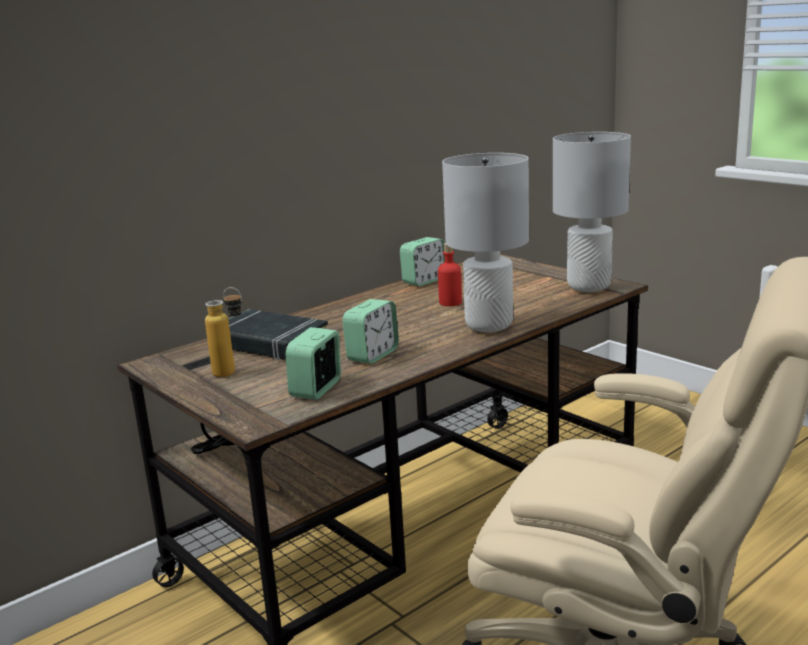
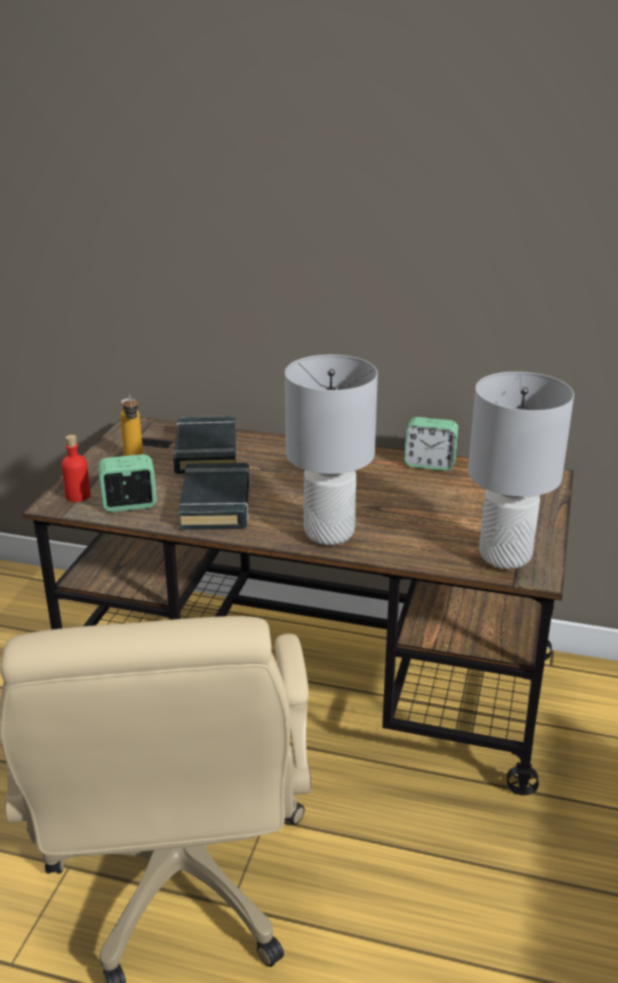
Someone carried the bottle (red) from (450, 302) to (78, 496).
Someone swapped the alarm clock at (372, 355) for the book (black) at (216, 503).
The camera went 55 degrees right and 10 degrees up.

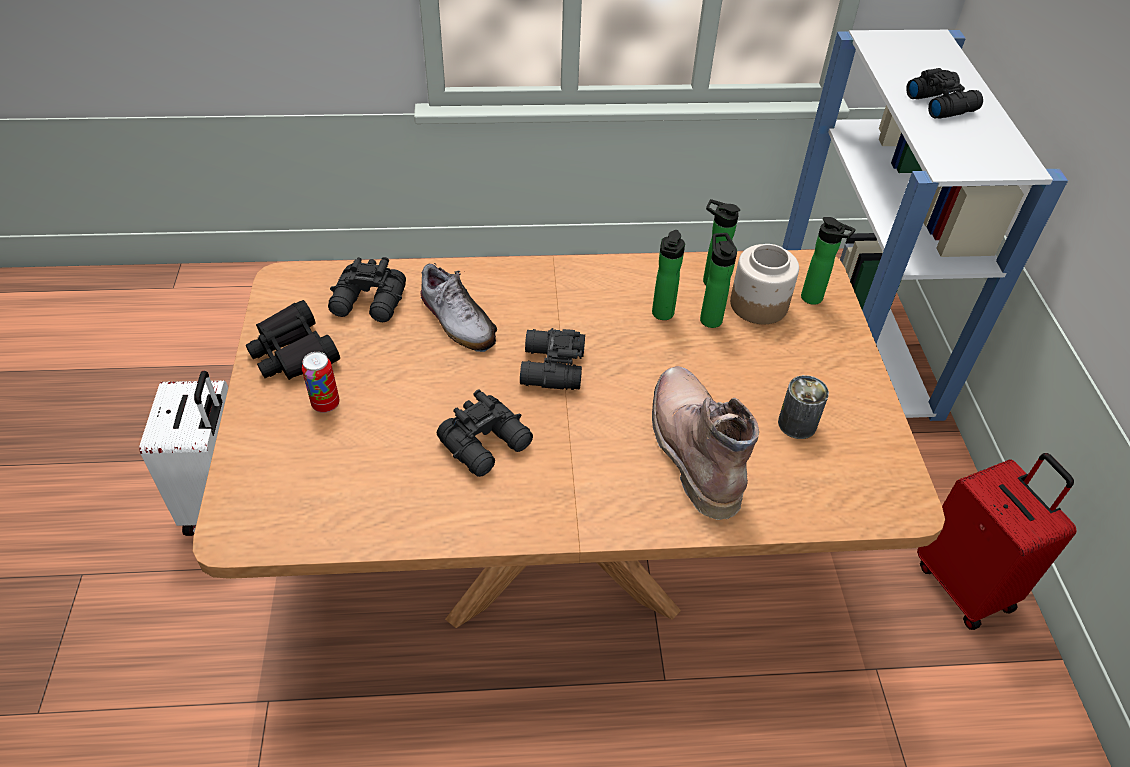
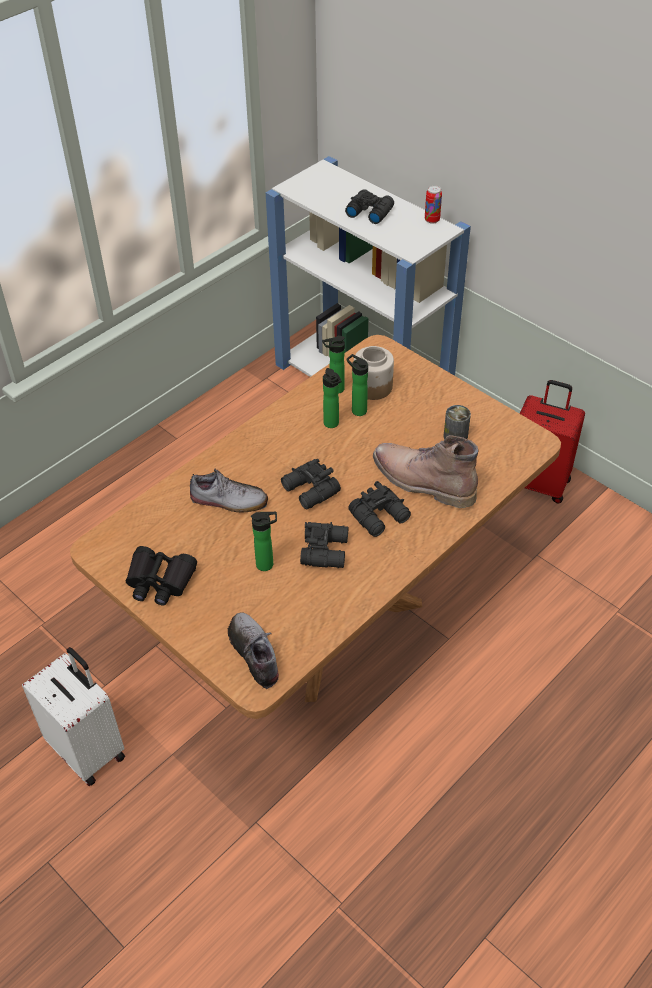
Someone put down the shoe at (254, 653).
Someone carried the can from (326, 404) to (432, 220).
Someone carried the binoculars (black) from (370, 303) to (381, 517).
Someone carried the bottle from (815, 299) to (267, 564).
The camera went 40 degrees left and 0 degrees up.

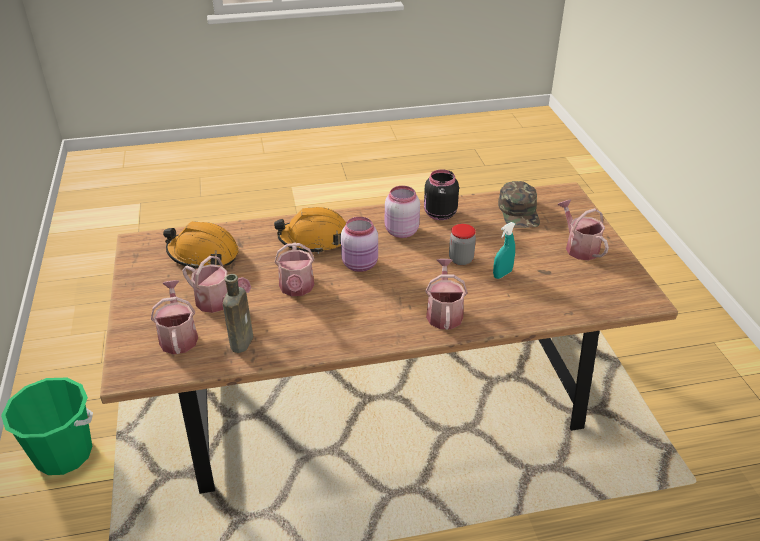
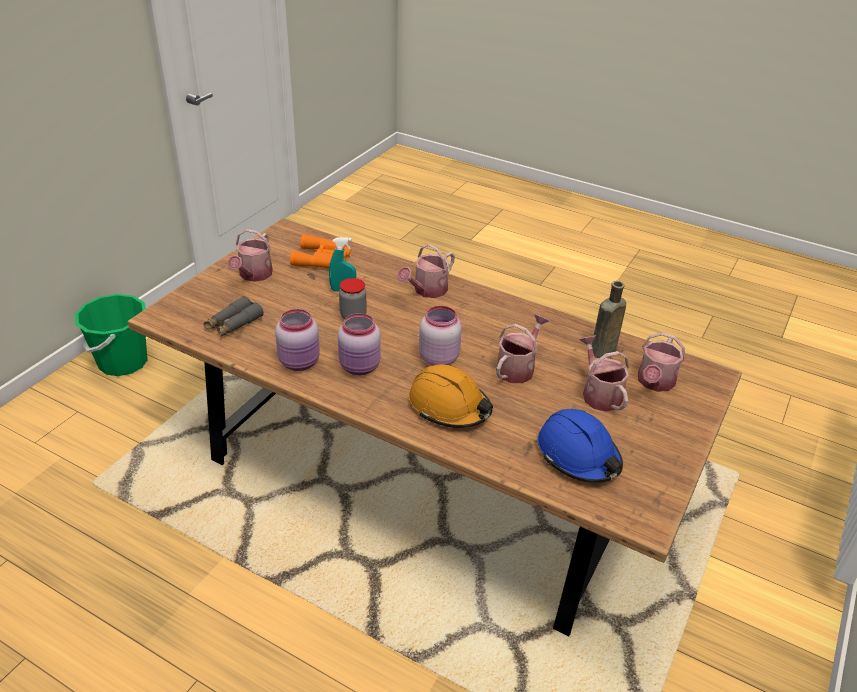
Someone put down the binoculars (orange) at (323, 259).
Someone carried the bucket (green) from (64, 453) to (123, 362).
Someone swapped the cap (green) at (519, 212) for the binoculars (grey) at (233, 323).
Someone repainted the hard hat (orange) at (203, 255), which became the hard hat (blue) at (578, 455).
Someone repainted the jar (black) at (439, 214), which became the jar (pink) at (300, 362).
The camera went 140 degrees left and 0 degrees up.

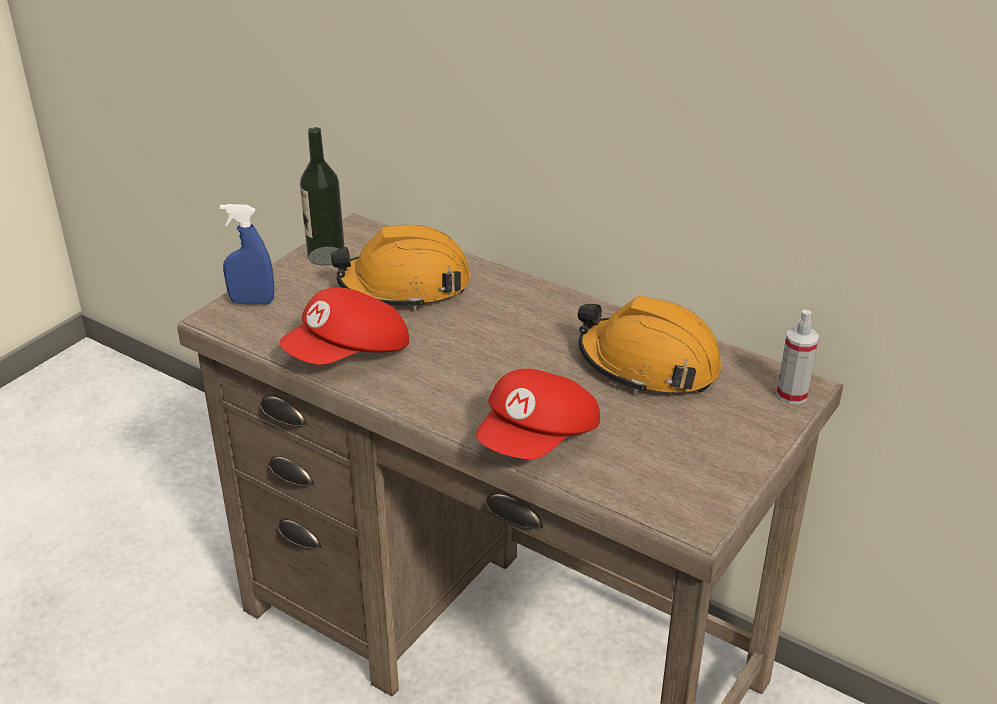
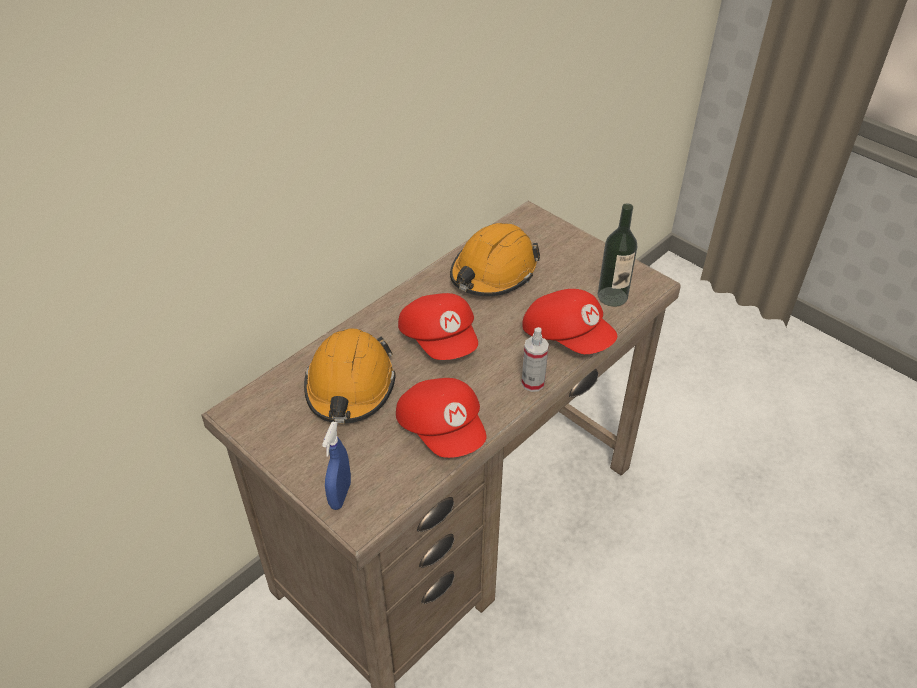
Someone put down the cap (red) at (440, 340).
Someone carried the bottle from (326, 256) to (612, 296).
Someone carried the spray bottle from (792, 395) to (533, 383).
The camera went 80 degrees left and 10 degrees up.

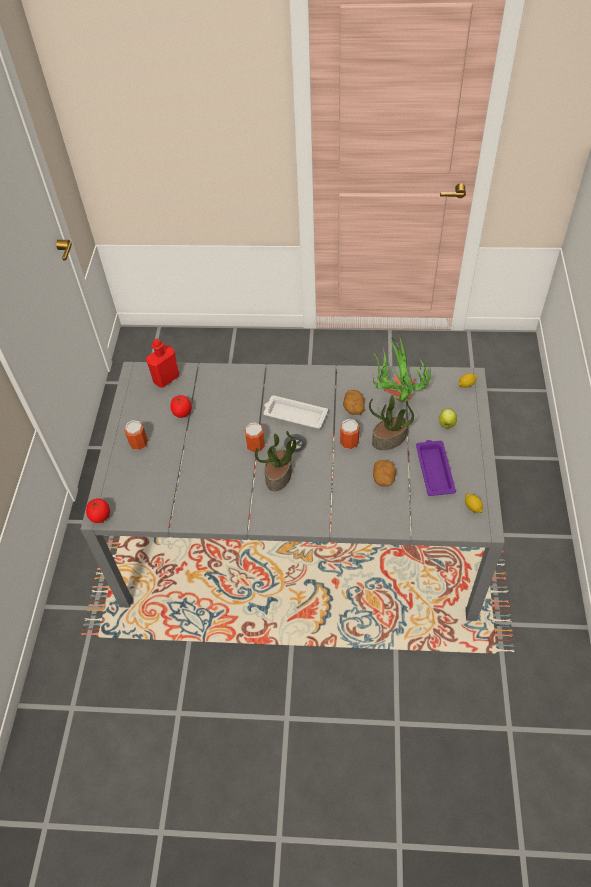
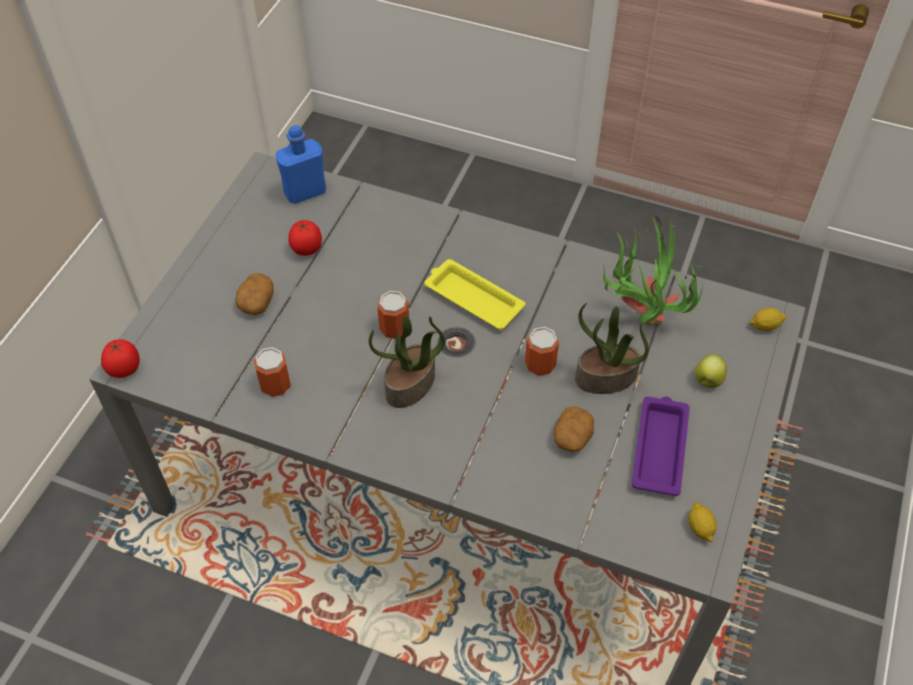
Someone carried the can from (139, 443) to (275, 385).
Someone carried the potato from (353, 407) to (256, 302).
Someone repainted the bottle (red) at (166, 378), which became the bottle (blue) at (305, 192).
Someone repainted the tray (white) at (294, 415), which became the tray (yellow) at (472, 298).
The camera went 15 degrees right and 0 degrees up.

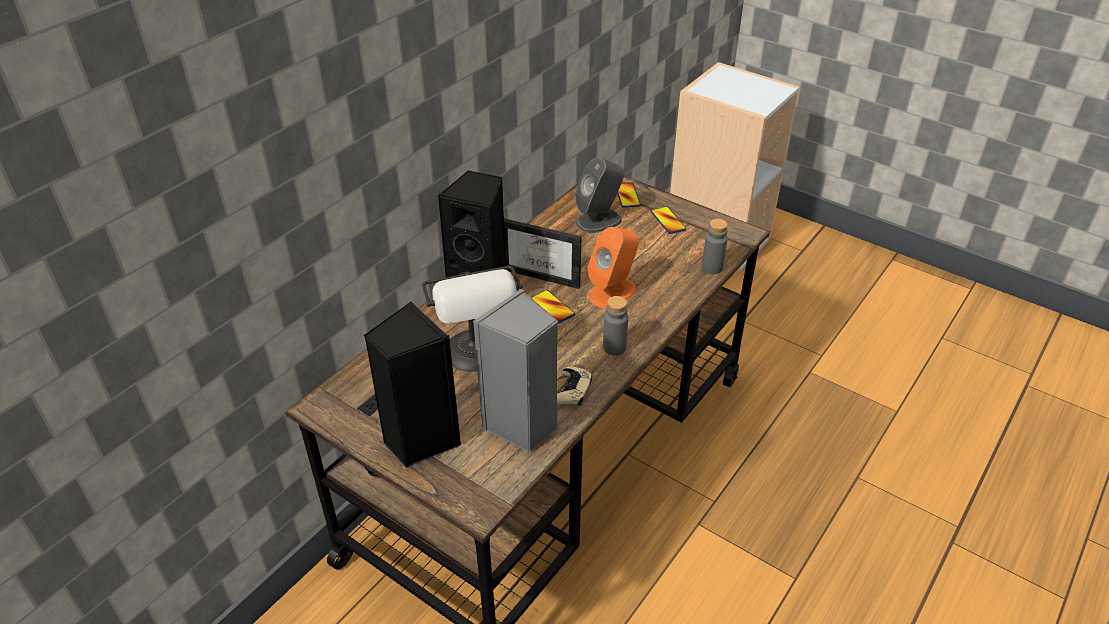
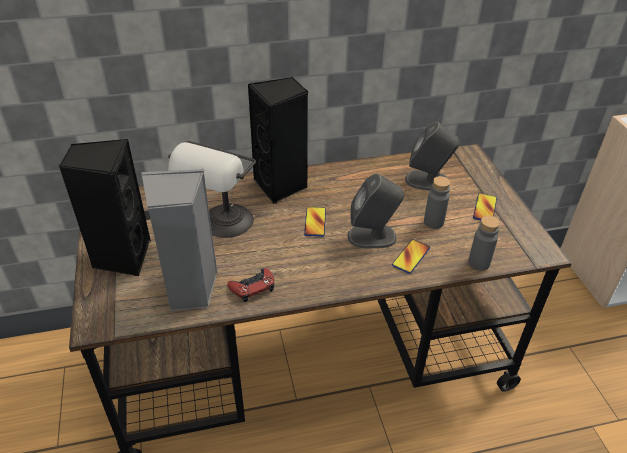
Someone took away the picture frame at (545, 273).
Someone carried the bottle (grey) from (614, 347) to (433, 222).
Someone carried the phone from (627, 196) to (411, 257).
Someone repainted the game controller (beige) at (571, 390), which became the game controller (red) at (252, 287).
Someone repainted the speaker (orange) at (613, 292), which became the speaker (grey) at (372, 236).
The camera went 40 degrees right and 0 degrees up.

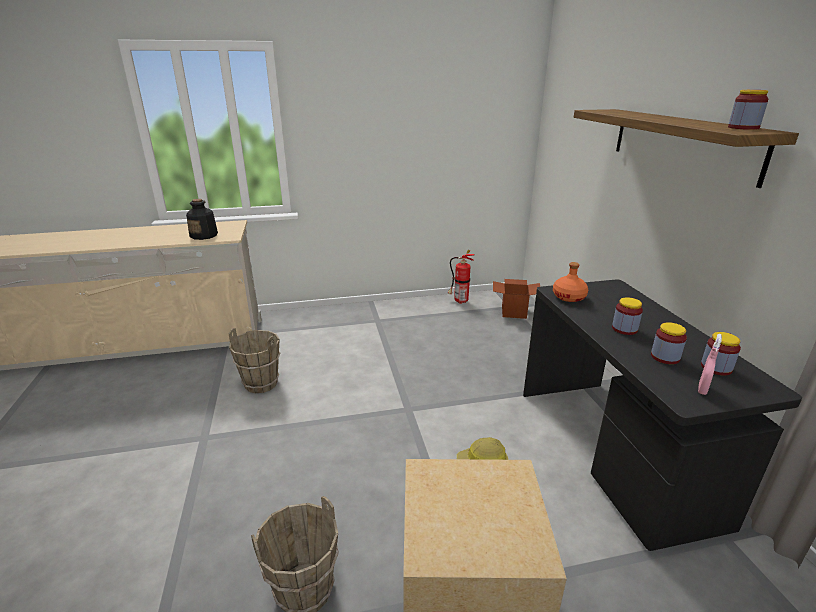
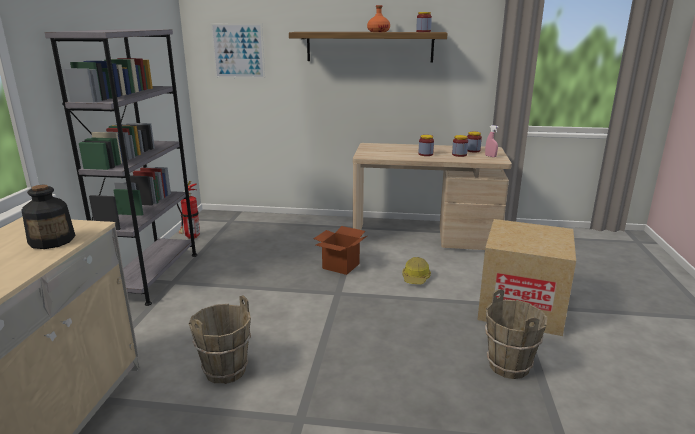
Someone put down the bookcase (grey) at (153, 276).
Someone put up the picture at (238, 51).
Someone carried the cardboard box from (514, 312) to (341, 266).
Someone carried the bottle (orange) from (569, 297) to (378, 32).
Someone repainted the desk (black) at (614, 451), which became the desk (beige) at (425, 238).
The camera went 70 degrees left and 5 degrees down.

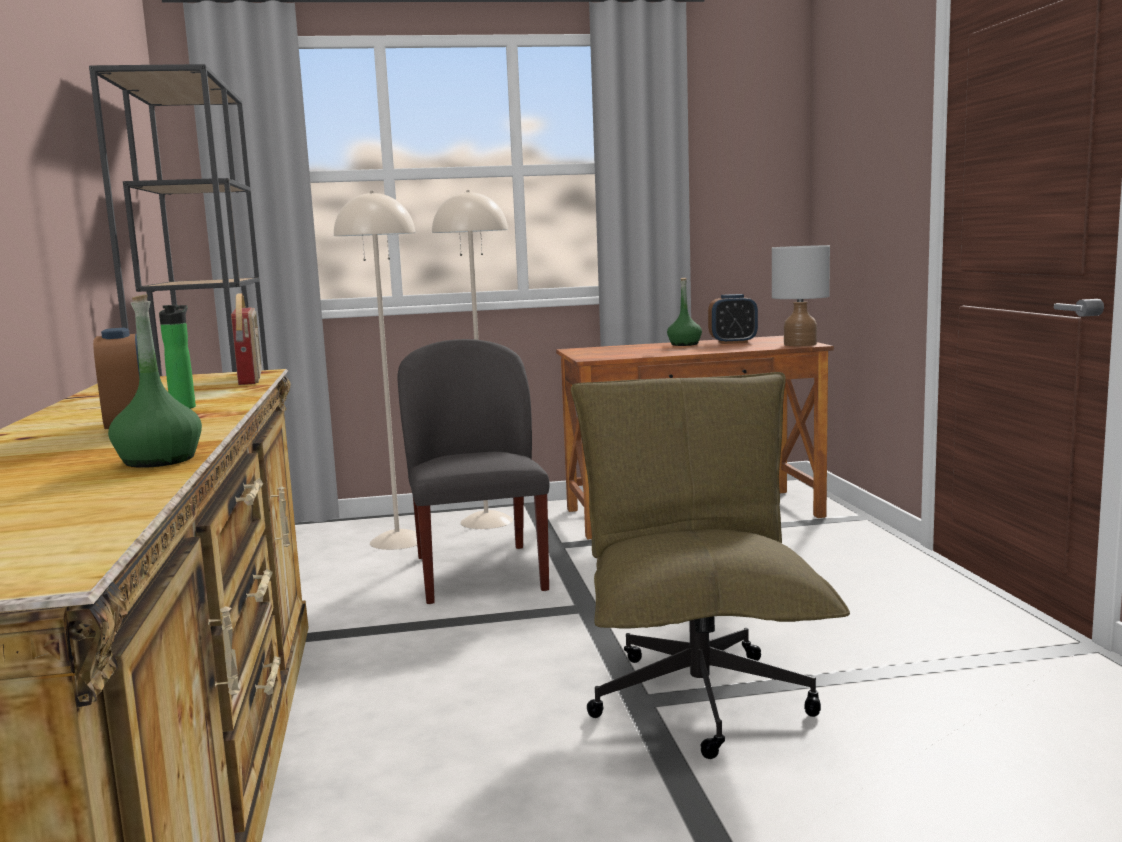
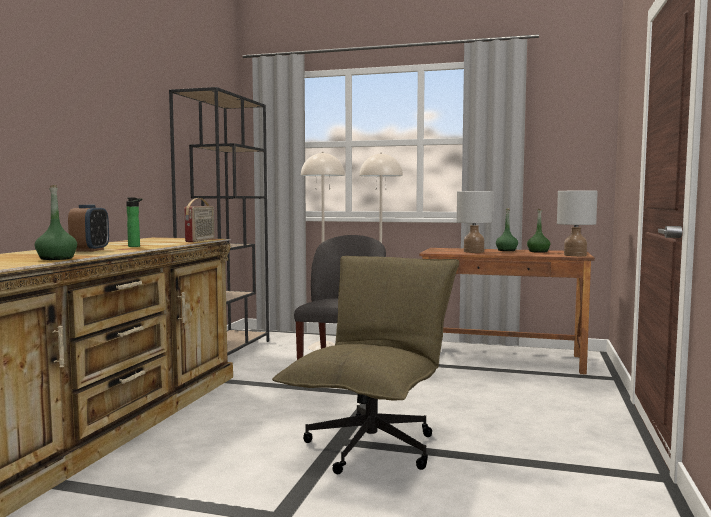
Someone put down the table lamp (grey) at (473, 252).
Someone swapped the alarm clock at (733, 342) for the bottle (green) at (538, 251).
The camera went 25 degrees right and 5 degrees down.

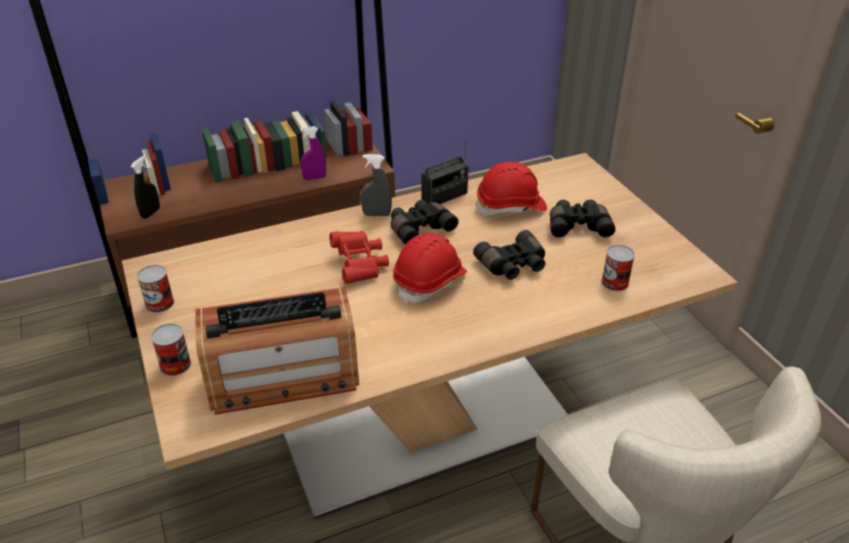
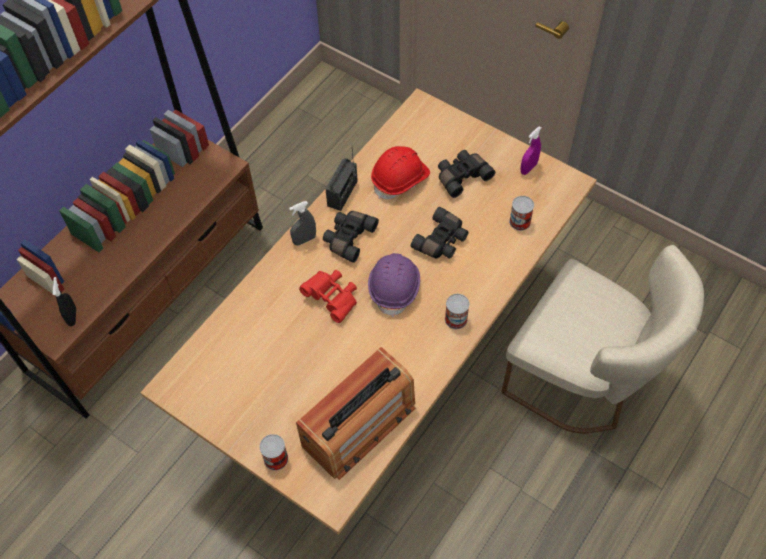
Someone carried the can from (159, 303) to (456, 319).
Someone carried the spray bottle (purple) from (314, 178) to (528, 168).
Someone repainted the hard hat (red) at (430, 281), which became the hard hat (purple) at (395, 287).
The camera went 30 degrees left and 20 degrees up.

